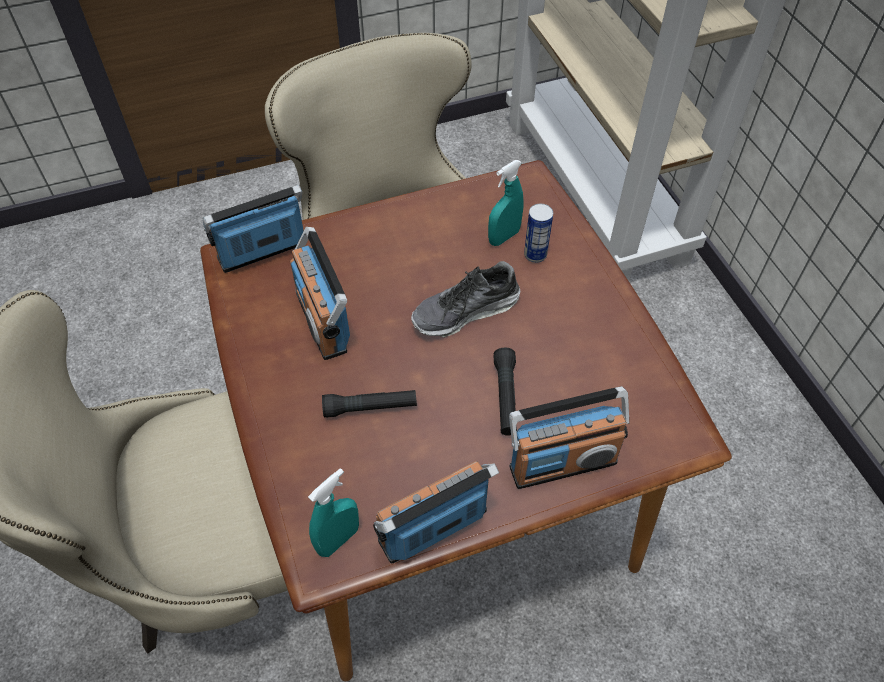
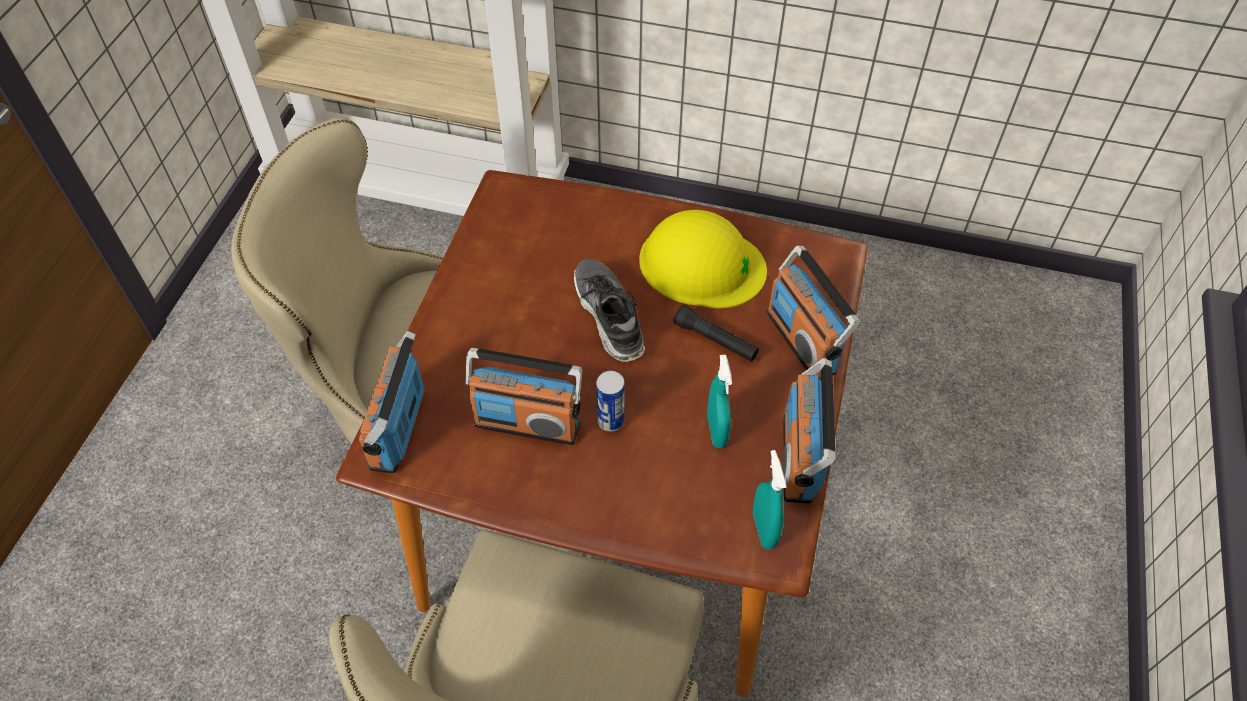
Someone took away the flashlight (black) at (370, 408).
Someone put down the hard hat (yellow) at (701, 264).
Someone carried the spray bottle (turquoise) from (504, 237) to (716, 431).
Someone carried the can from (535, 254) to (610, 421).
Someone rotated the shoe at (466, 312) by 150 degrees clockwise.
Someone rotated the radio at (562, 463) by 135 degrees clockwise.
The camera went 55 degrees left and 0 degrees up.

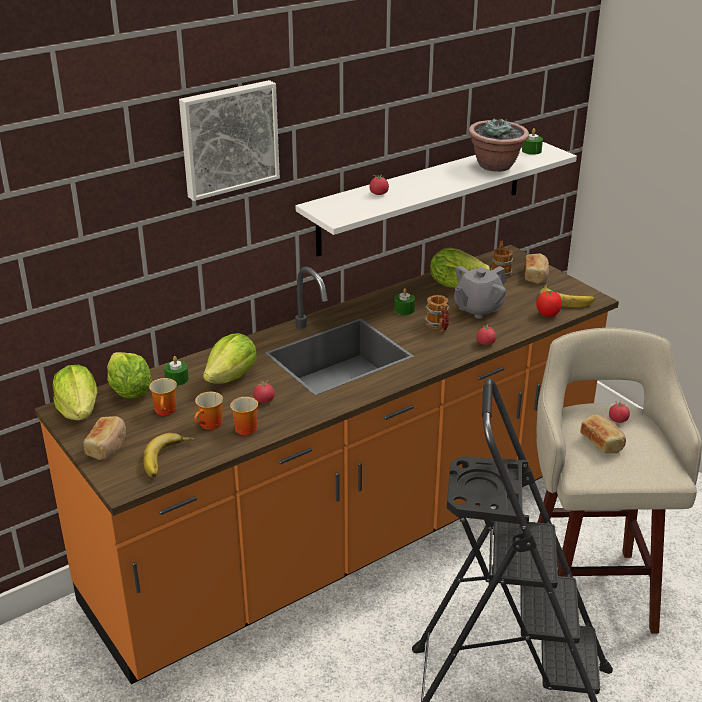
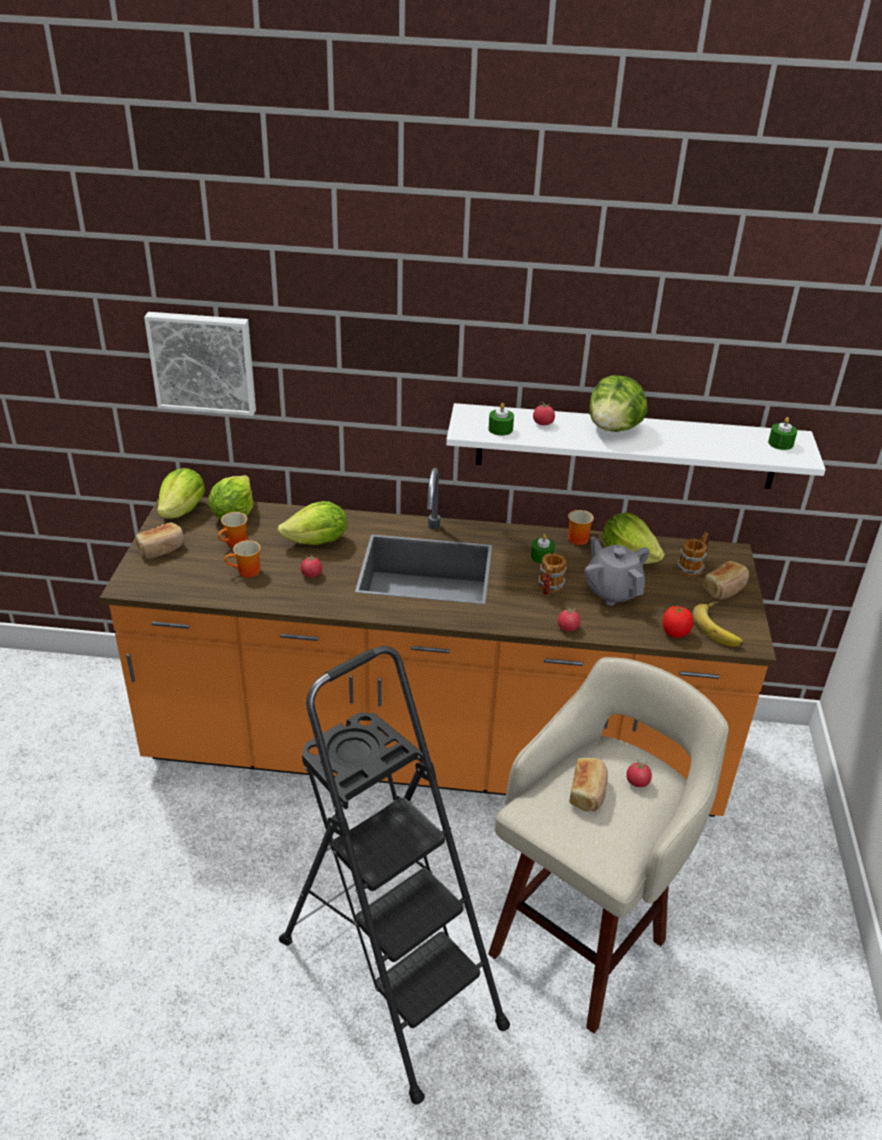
Someone took away the banana at (168, 459).
Someone took away the potted plant at (496, 166).
Someone put down the lettuce at (614, 428).
Someone carried the candle (green) from (177, 379) to (500, 429).
Someone carried the picture from (228, 138) to (203, 362).
Someone carried the mug from (244, 427) to (577, 537).
Someone rotated the teapot (grey) at (478, 308) by 60 degrees clockwise.
The camera went 40 degrees right and 5 degrees up.

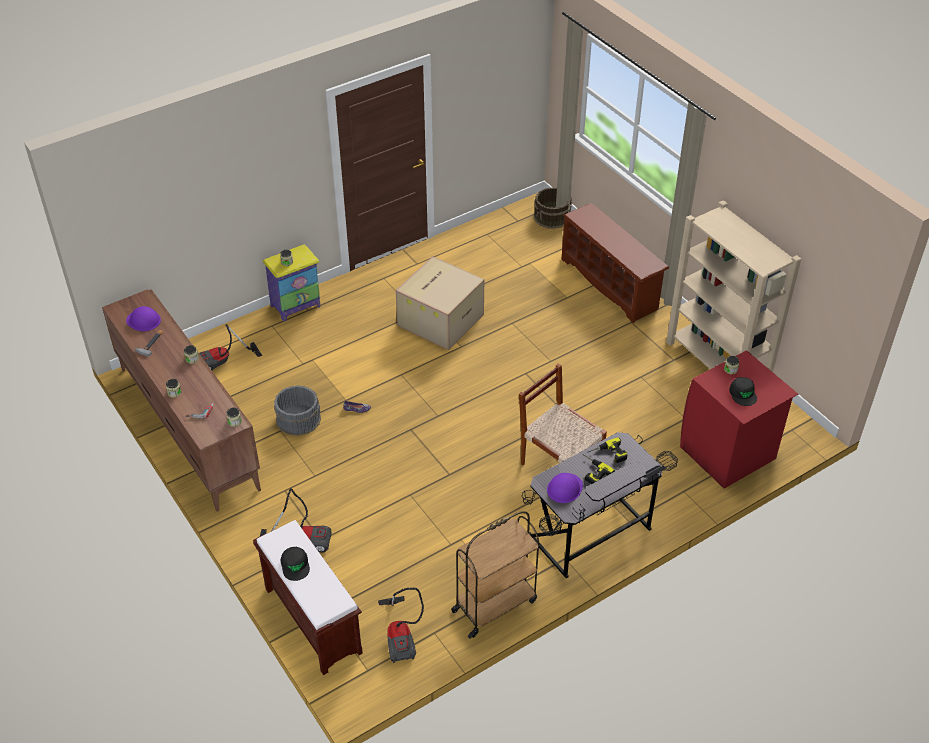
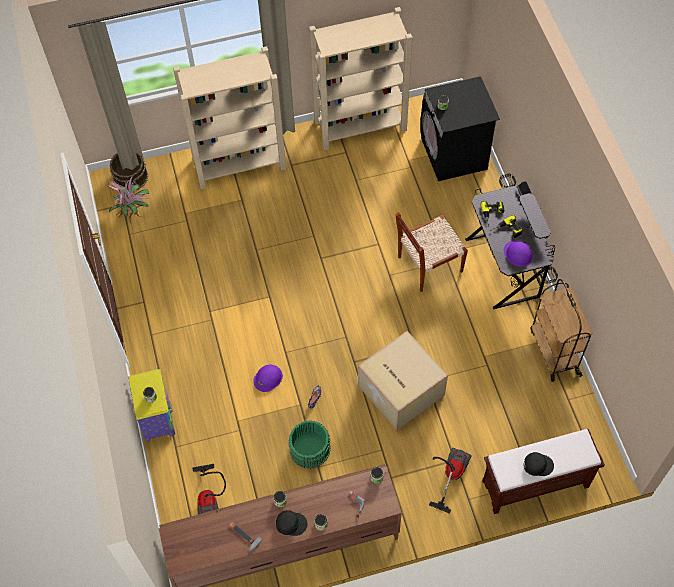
Someone took away the vacuum cleaner at (401, 636).
Someone put down the potted plant at (132, 212).
Someone carried the hard hat (purple) from (143, 320) to (268, 378).
Someone carried the cardboard box from (440, 319) to (399, 390).
Someone carried the cap (black) from (743, 394) to (291, 523).
Someone swapped the shoe rack (brown) at (610, 284) for the bookcase (beige) at (239, 163).
Someone repainted the bucket (grey) at (298, 419), which became the bucket (green) at (309, 448).
Someone repainted the washing machine (red) at (727, 454), which became the washing machine (black) at (455, 154).
The camera went 70 degrees left and 15 degrees up.

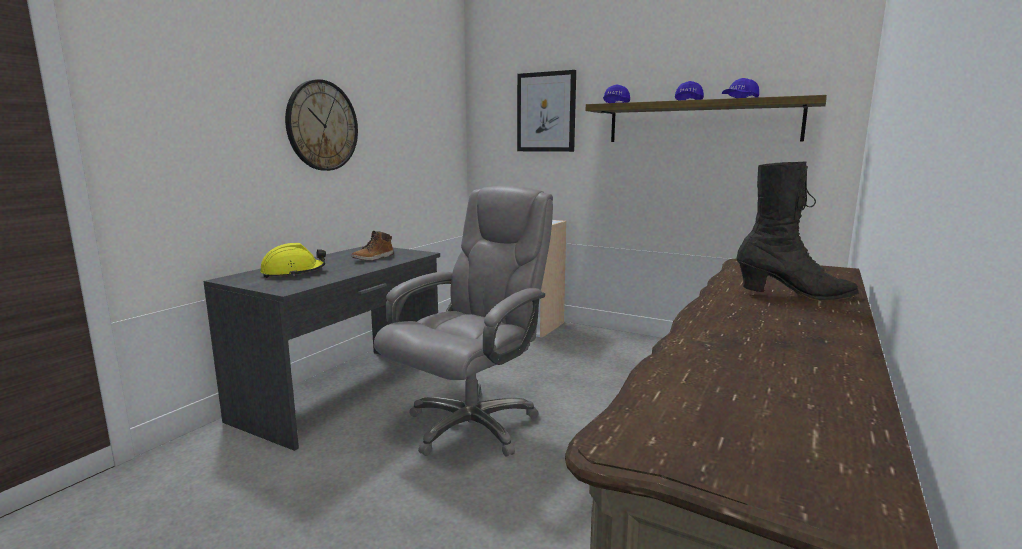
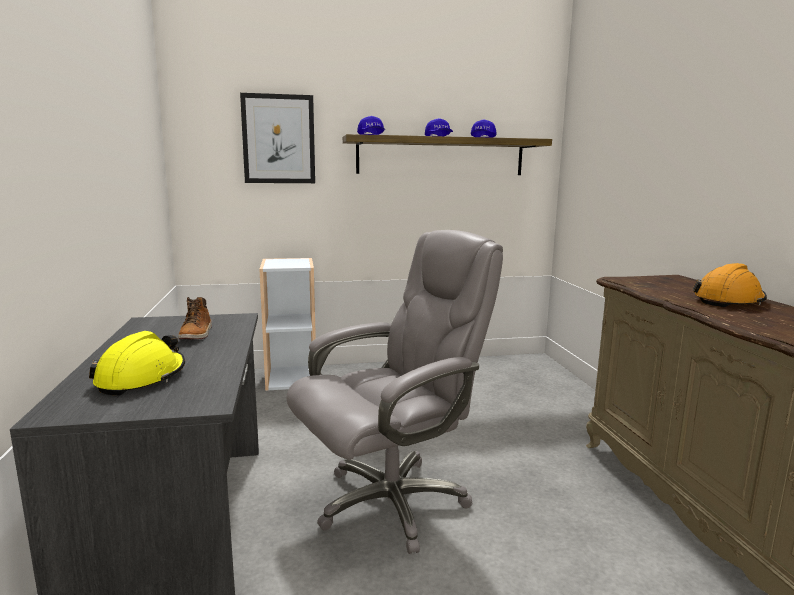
Someone took away the wall clock at (322, 126).
Someone swapped the boot (black) at (795, 295) for the hard hat (orange) at (729, 300).
Someone rotated the office chair (grey) at (470, 427) by 60 degrees clockwise.
The camera went 40 degrees left and 0 degrees up.

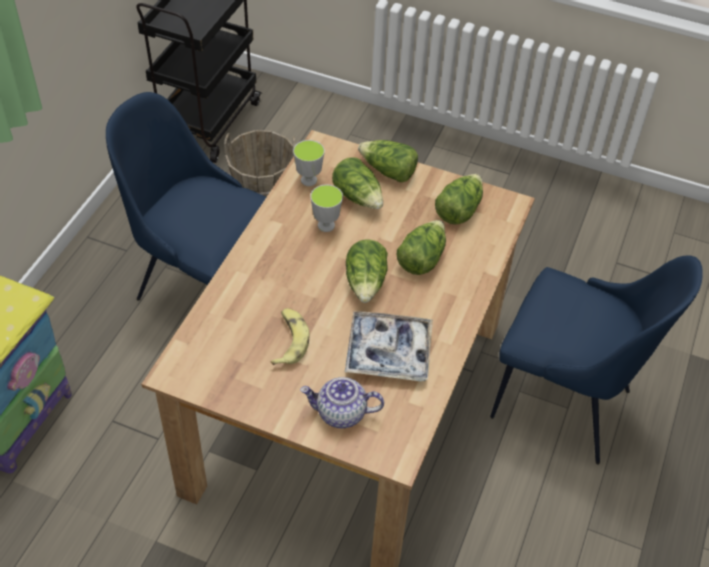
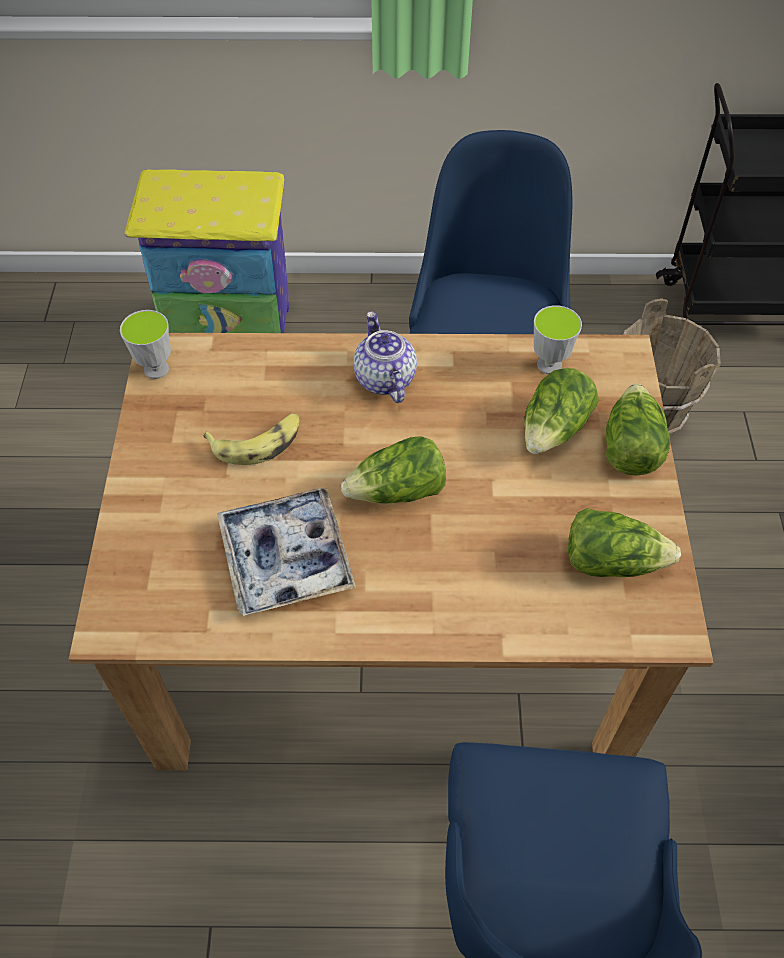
Someone took away the lettuce at (421, 258).
Someone carried the teapot from (341, 413) to (384, 379).
Someone carried the cup from (326, 225) to (156, 369).
The camera went 70 degrees right and 5 degrees up.

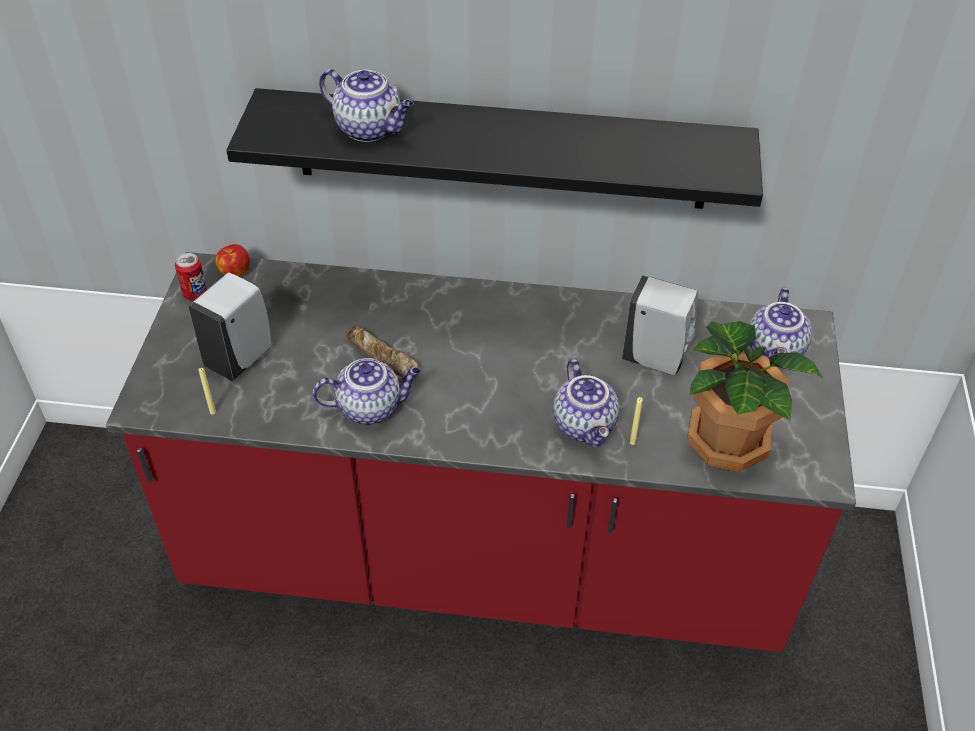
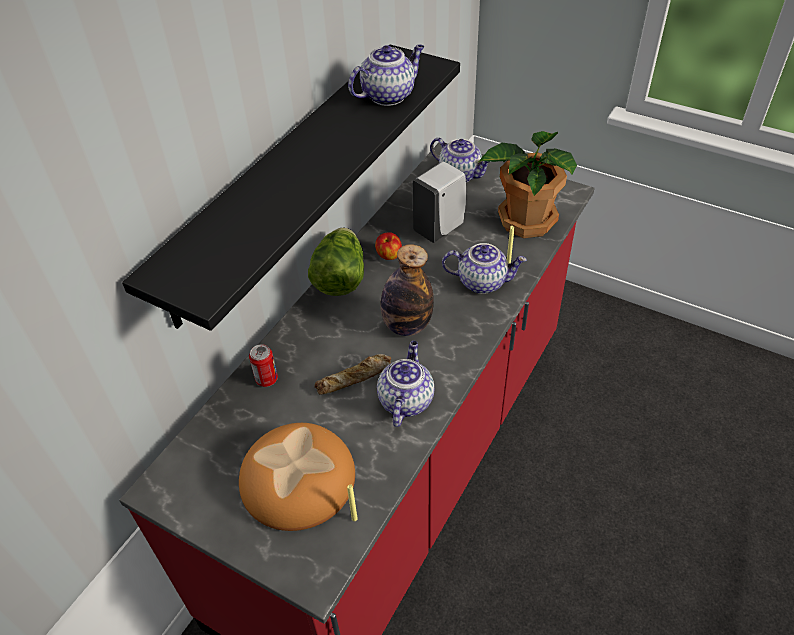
Someone put down the lettuce at (340, 278).
Someone put down the bottle at (407, 325).
Someone carried the can from (195, 294) to (266, 379).
Someone carried the apple from (235, 272) to (388, 256).
Someone carried the teapot from (370, 129) to (388, 95).
Someone swapped the soap dispenser (white) at (241, 357) for the bread at (297, 481).
The camera went 65 degrees left and 0 degrees up.

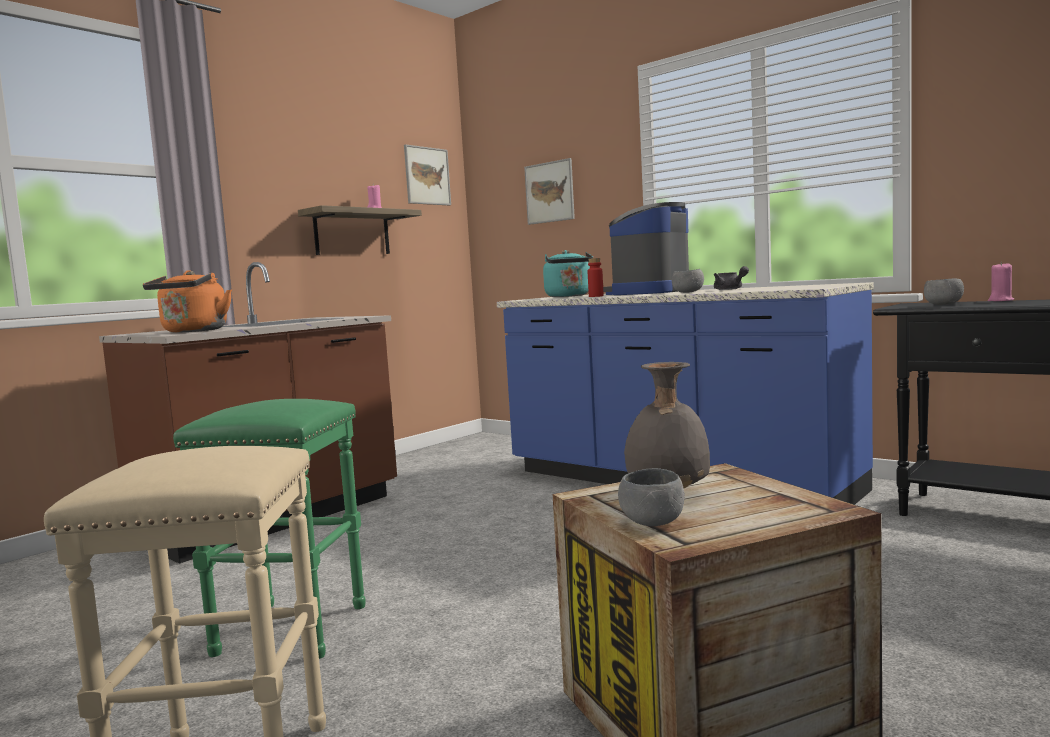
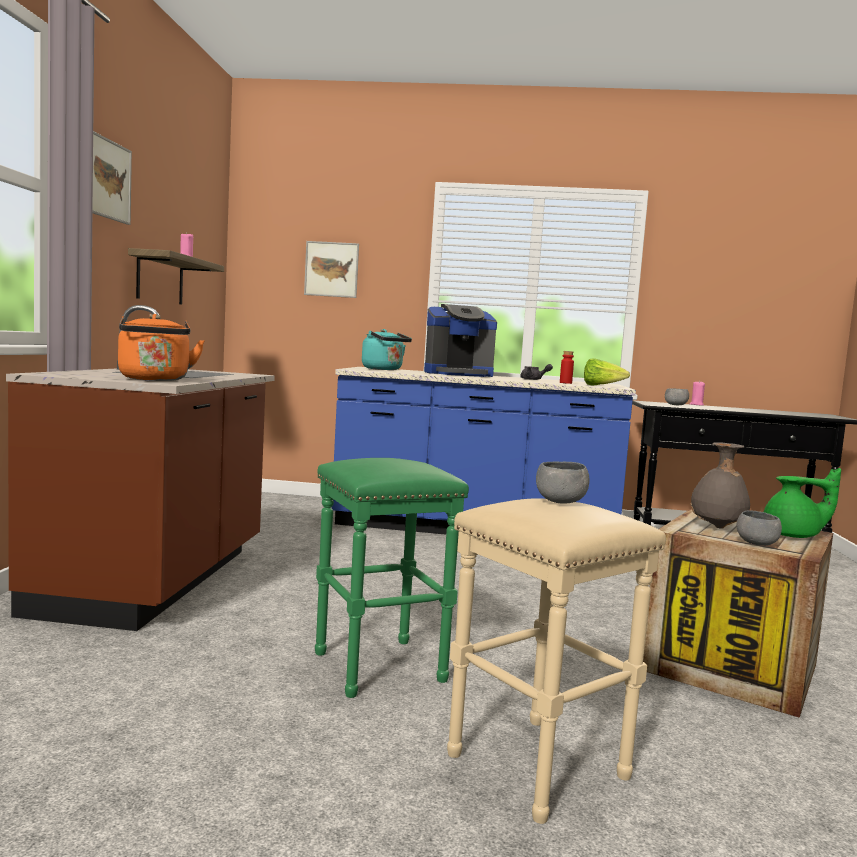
Someone put down the lettuce at (601, 386).
Someone put down the teapot (green) at (793, 536).
Someone carried the picture from (427, 176) to (108, 179).
Someone carried the bottle (red) from (596, 296) to (565, 383).
Someone carried the bowl (grey) from (687, 292) to (560, 502).
Someone rotated the coffee machine at (647, 292) by 105 degrees counterclockwise.
The camera went 35 degrees left and 0 degrees up.

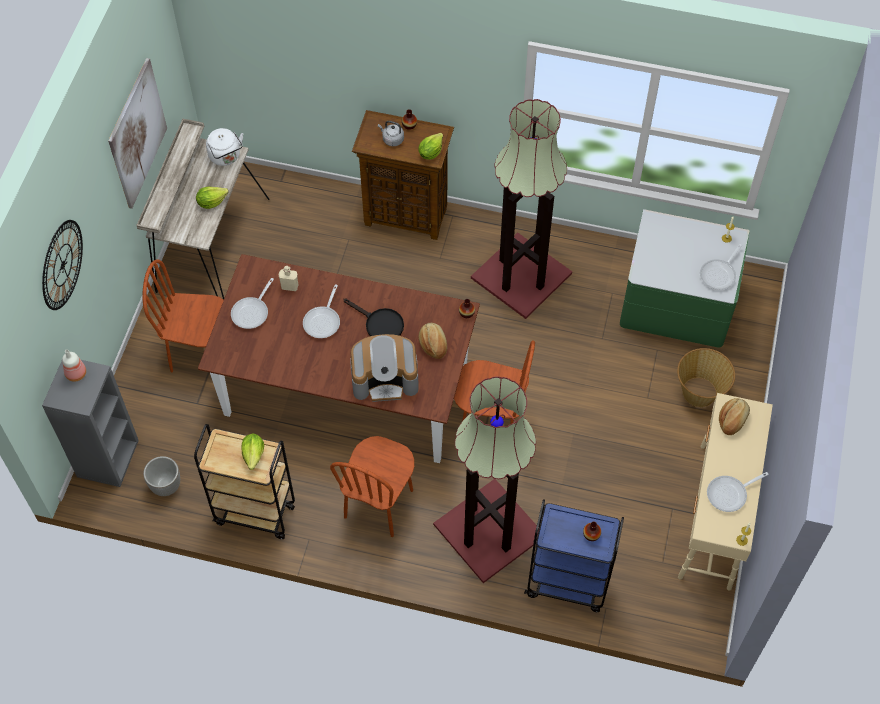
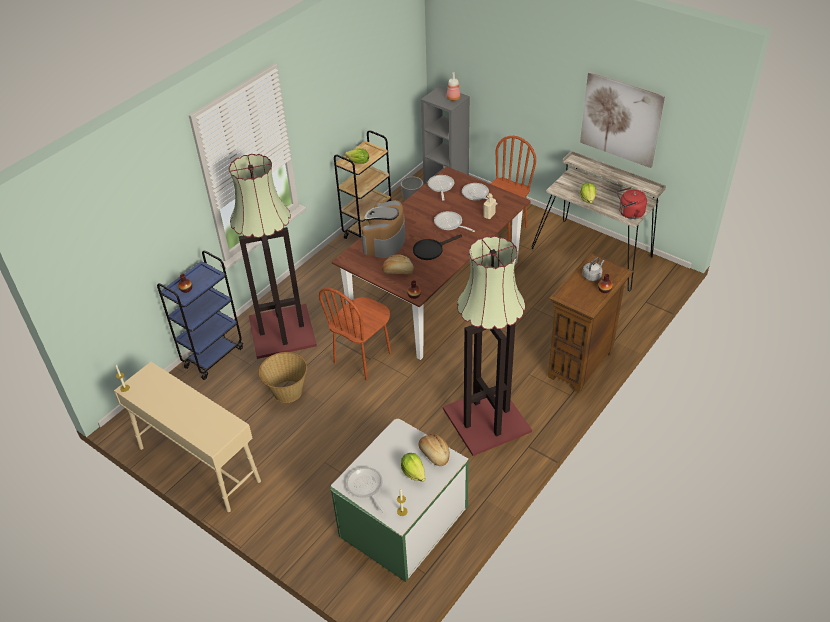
Someone took away the wall clock at (62, 265).
Someone took away the chair (brown) at (379, 504).
Someone carried the lettuce from (430, 152) to (413, 472).
Someone carried the basket from (700, 392) to (287, 392).
Someone carried the frying pan from (730, 494) to (440, 187).
Someone carried the bread from (732, 419) to (434, 454).
Someone repainted the kettle (white) at (226, 157), which became the kettle (red) at (629, 213).
The camera went 115 degrees right and 15 degrees down.

